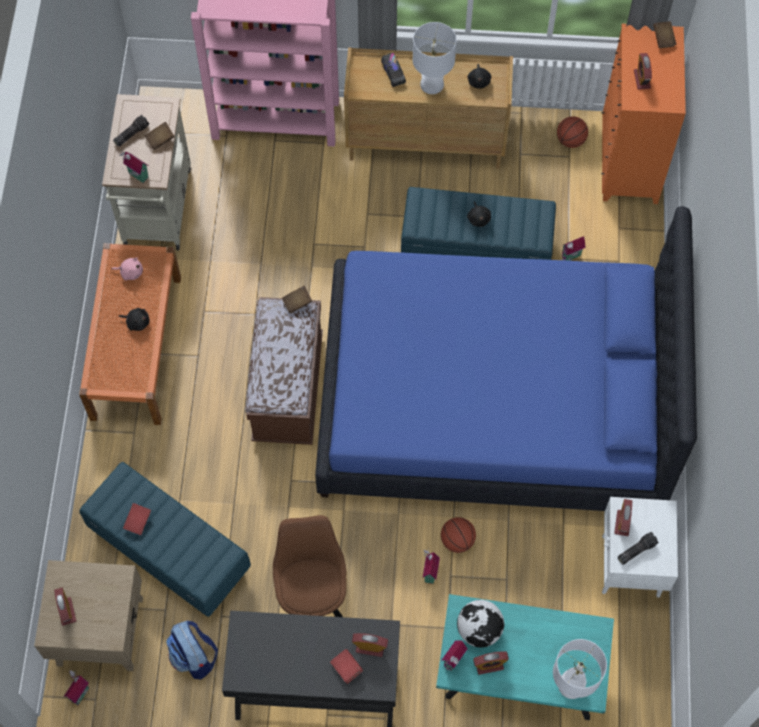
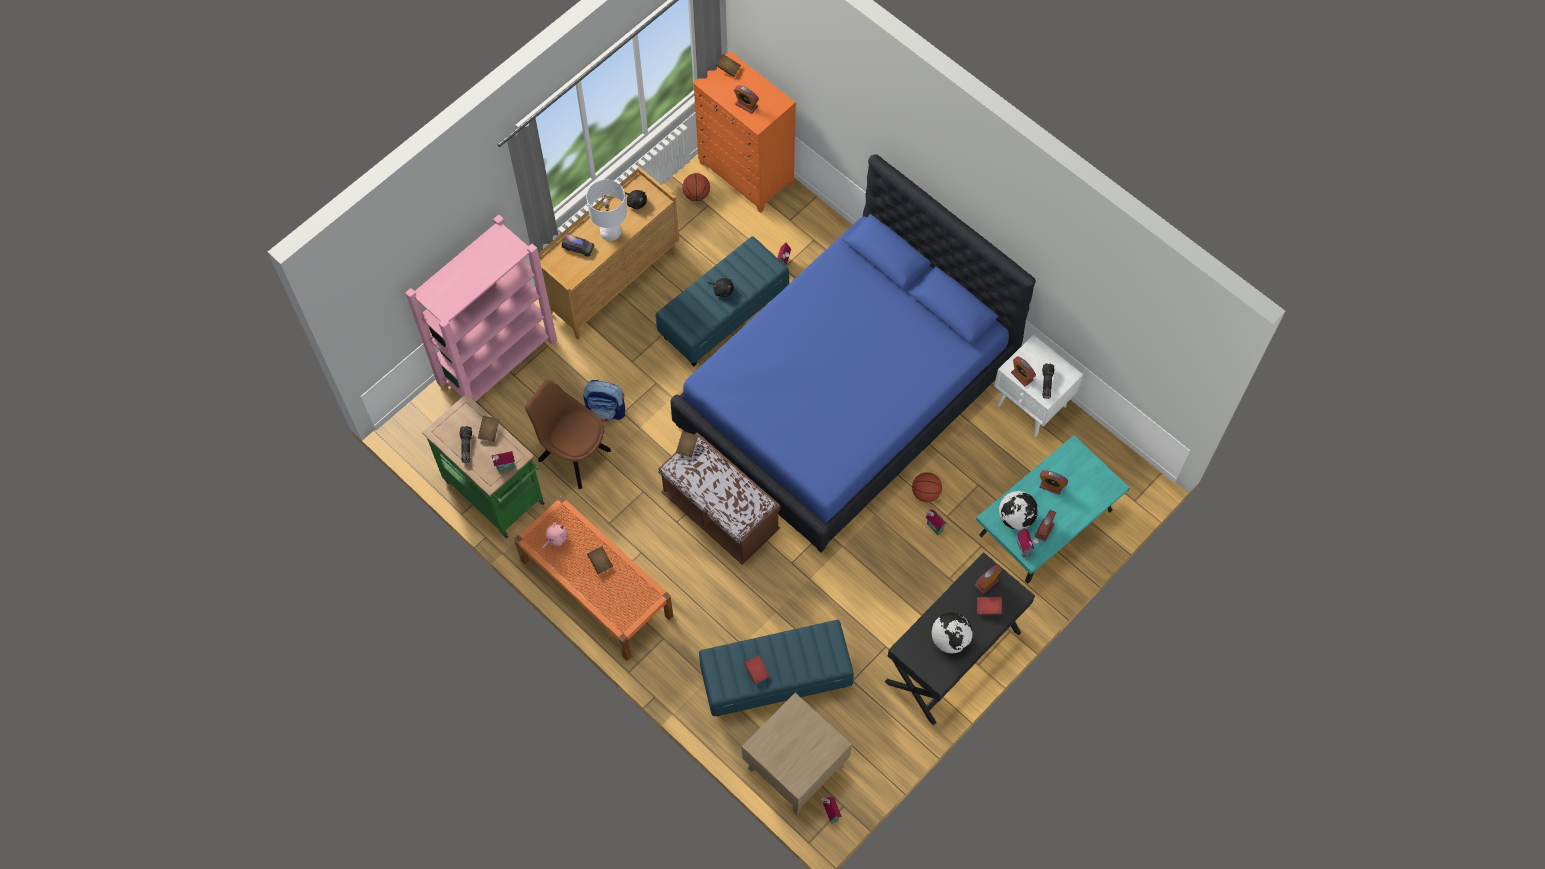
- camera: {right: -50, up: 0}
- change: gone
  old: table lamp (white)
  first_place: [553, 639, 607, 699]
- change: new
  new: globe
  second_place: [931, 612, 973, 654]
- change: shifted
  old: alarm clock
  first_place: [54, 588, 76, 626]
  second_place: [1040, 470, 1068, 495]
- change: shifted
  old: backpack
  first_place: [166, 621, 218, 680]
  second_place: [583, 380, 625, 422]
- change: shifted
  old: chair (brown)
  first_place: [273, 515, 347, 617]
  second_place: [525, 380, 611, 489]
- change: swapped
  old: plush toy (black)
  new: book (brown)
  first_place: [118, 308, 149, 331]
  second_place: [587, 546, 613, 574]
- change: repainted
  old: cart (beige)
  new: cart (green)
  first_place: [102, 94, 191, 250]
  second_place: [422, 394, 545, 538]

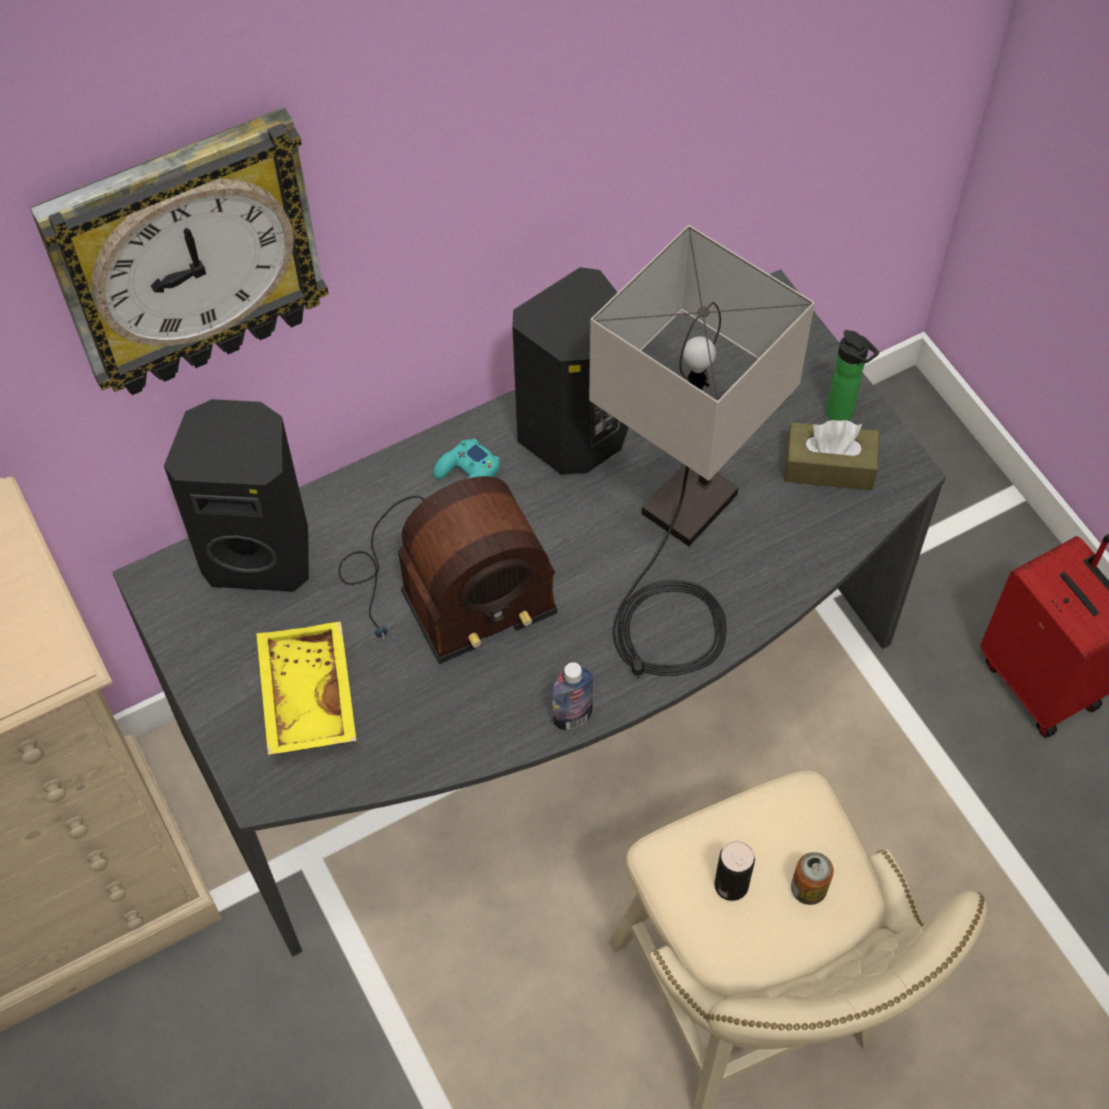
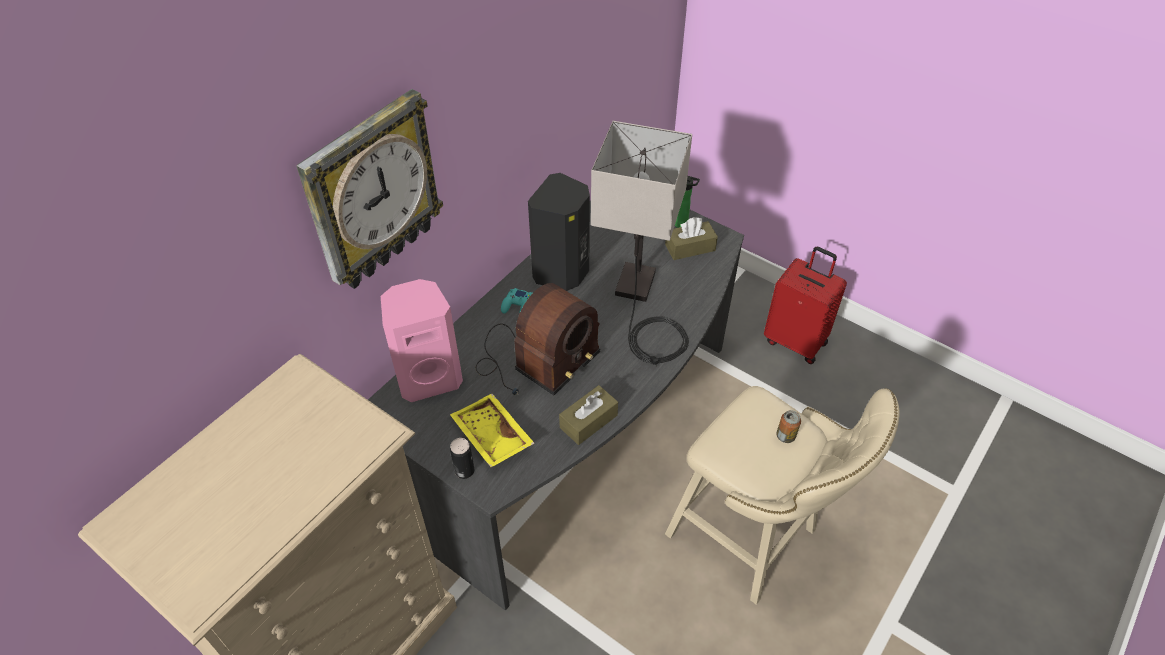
- camera: {right: -25, up: -10}
- change: gone
  old: bottle
  first_place: [552, 662, 594, 730]
- change: new
  new: tissue box (brown)
  second_place: [559, 385, 618, 445]
- change: shifted
  old: can
  first_place: [714, 840, 755, 901]
  second_place: [450, 438, 475, 479]
- change: repainted
  old: speaker (black)
  new: speaker (pink)
  first_place: [164, 399, 309, 592]
  second_place: [381, 279, 463, 402]

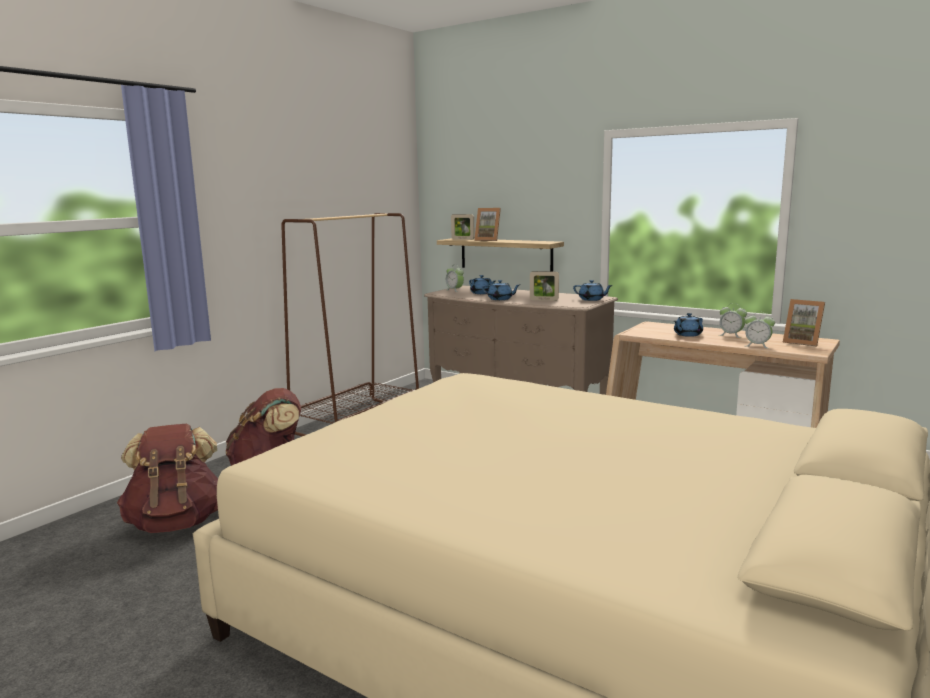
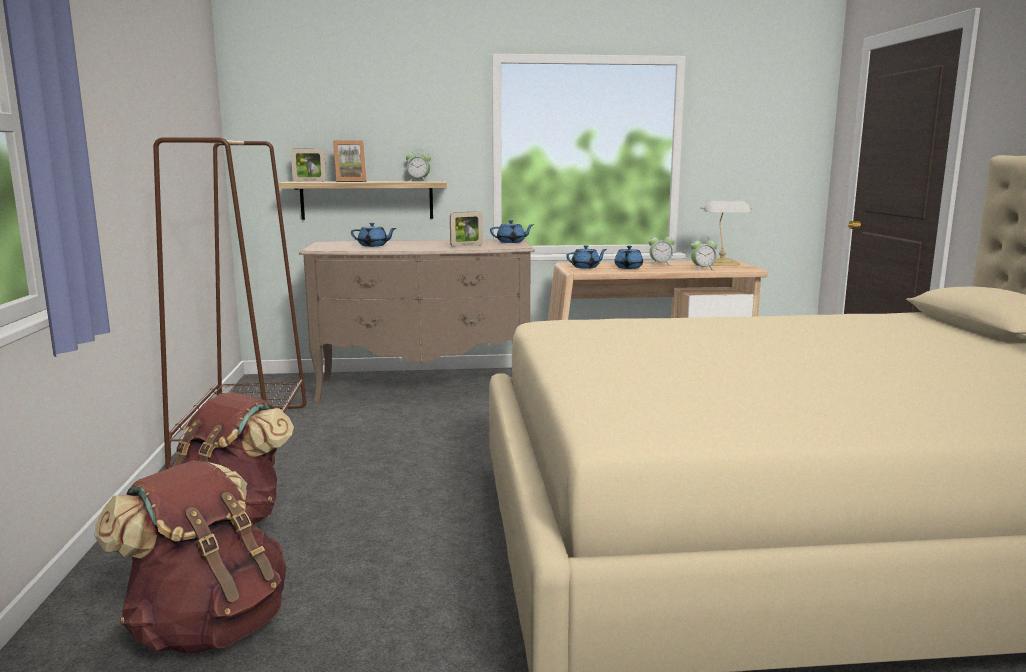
- camera: {right: -40, up: 0}
- change: shifted
  old: alarm clock
  first_place: [446, 264, 464, 292]
  second_place: [406, 149, 431, 181]
- change: shifted
  old: teapot (blue)
  first_place: [482, 280, 519, 300]
  second_place: [566, 245, 607, 269]
- change: swapped
  old: picture frame
  new: table lamp
  first_place: [783, 299, 825, 347]
  second_place: [700, 201, 752, 266]

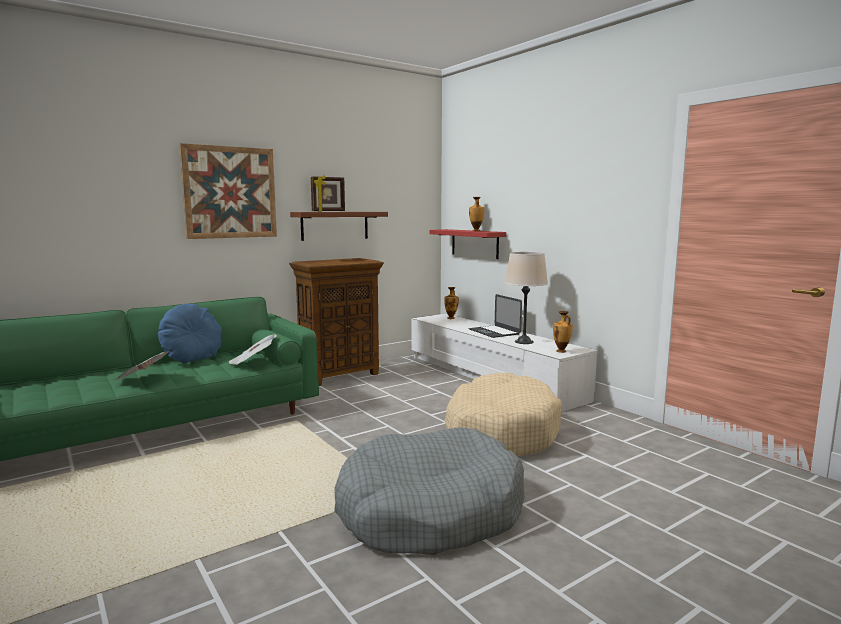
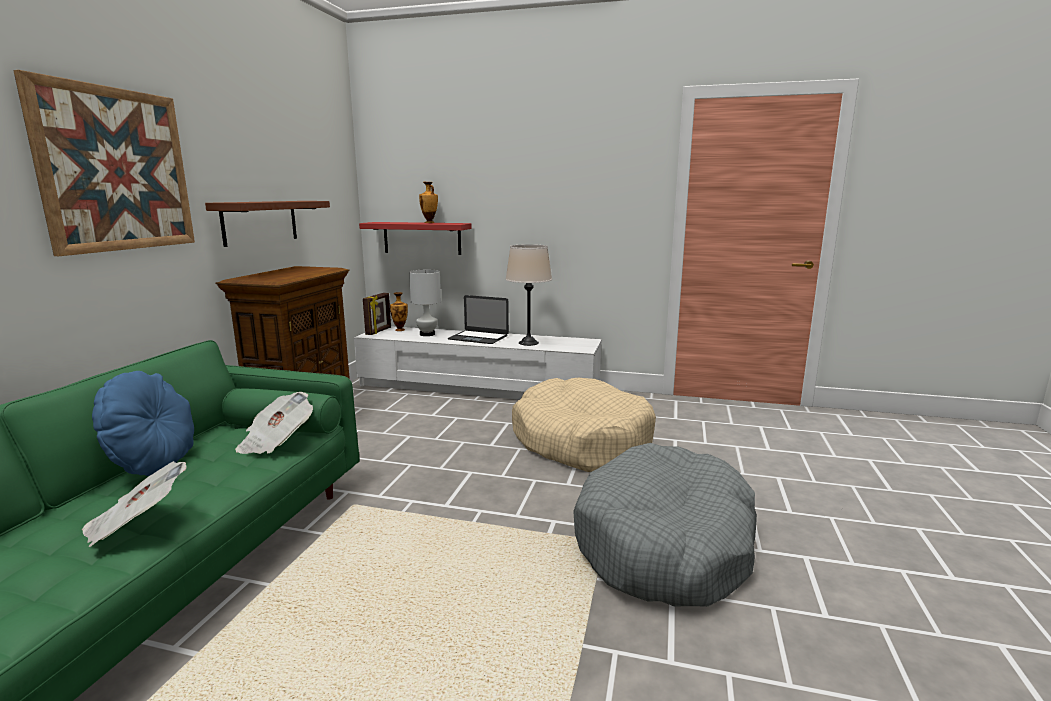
- camera: {right: -40, up: 5}
- change: gone
  old: vase
  first_place: [553, 311, 573, 353]
- change: new
  new: table lamp (white)
  second_place: [409, 270, 441, 336]
- change: shifted
  old: picture frame
  first_place: [311, 175, 345, 212]
  second_place: [363, 293, 391, 335]

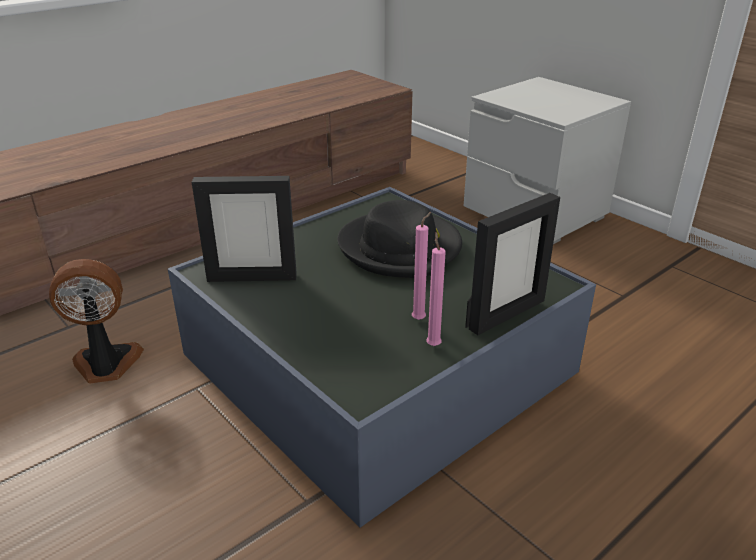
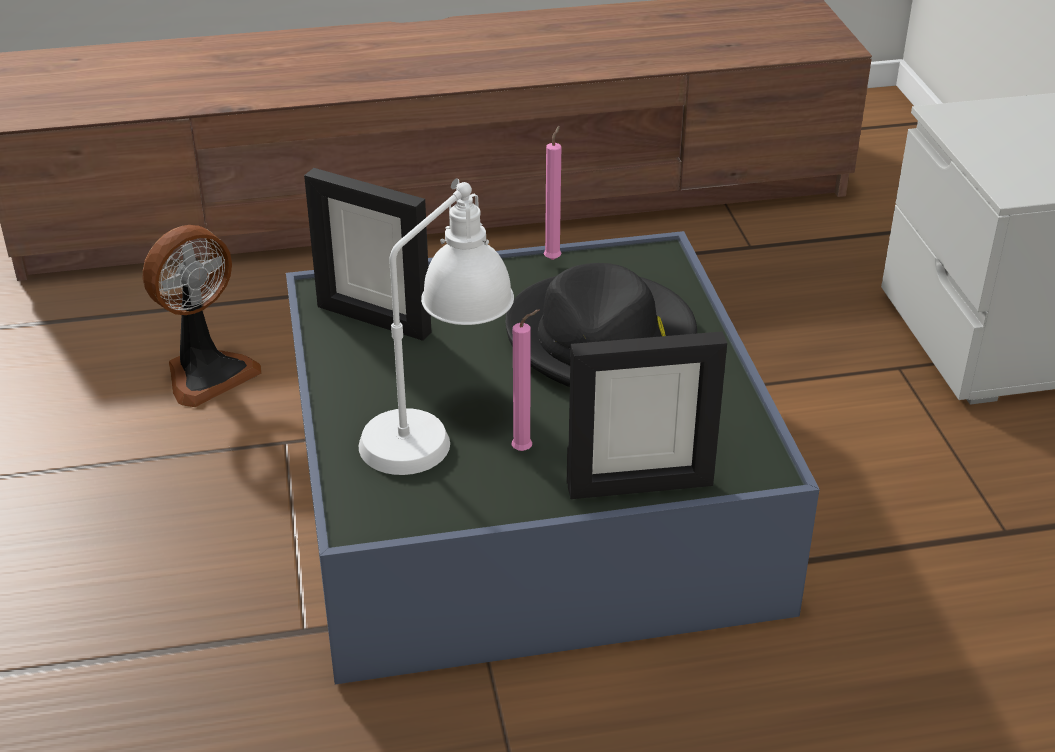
- camera: {right: 30, up: 5}
- change: new
  new: table lamp (white)
  second_place: [359, 178, 514, 475]
- change: shifted
  old: candle (pink)
  first_place: [426, 232, 446, 346]
  second_place: [544, 126, 561, 260]
- change: rotated
  old: fan
  first_place: [49, 259, 144, 383]
  second_place: [142, 225, 262, 407]
  degrees: 120

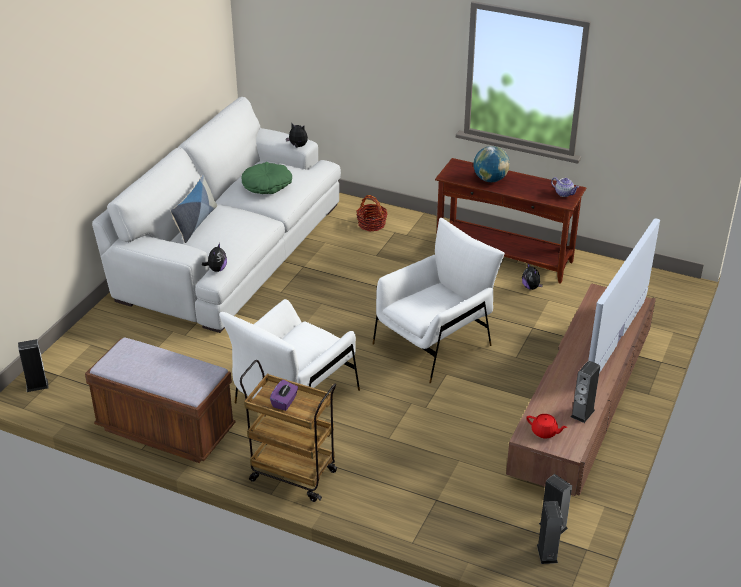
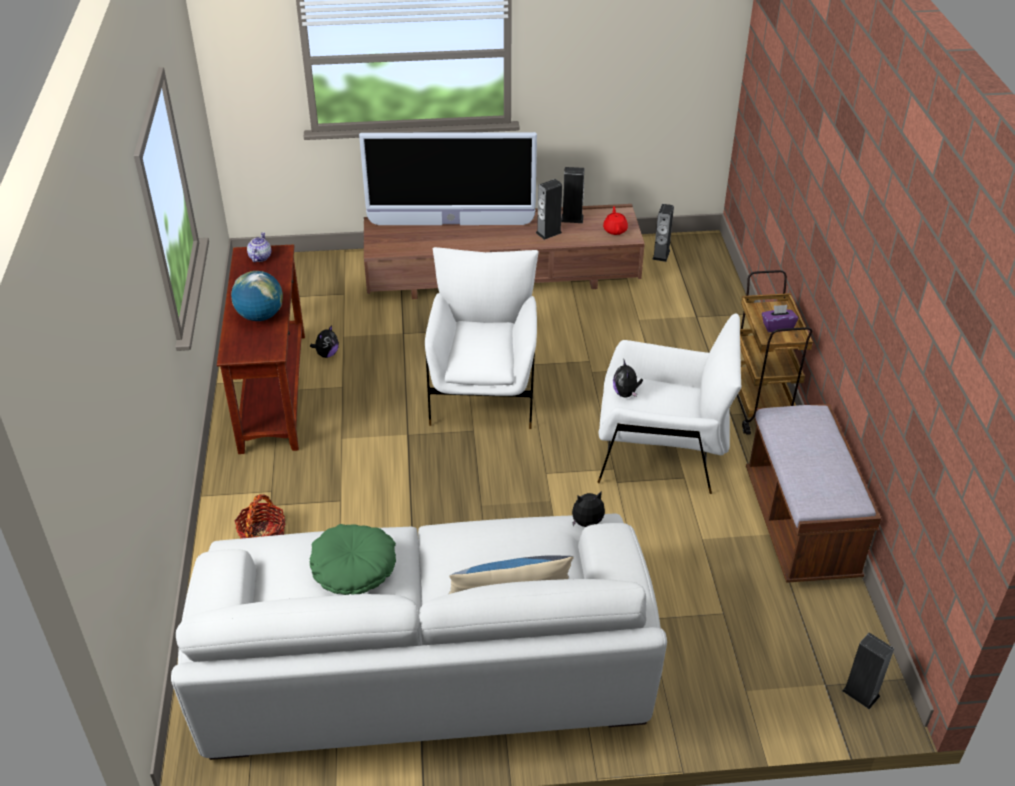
- camera: {right: -120, up: 5}
- change: shifted
  old: plush toy
  first_place: [286, 124, 308, 148]
  second_place: [613, 358, 643, 398]
- change: shifted
  old: speaker
  first_place: [537, 501, 563, 564]
  second_place: [536, 179, 562, 240]
- change: rotated
  old: armchair (white)
  first_place: [373, 218, 505, 383]
  second_place: [425, 247, 539, 429]
  degrees: 75

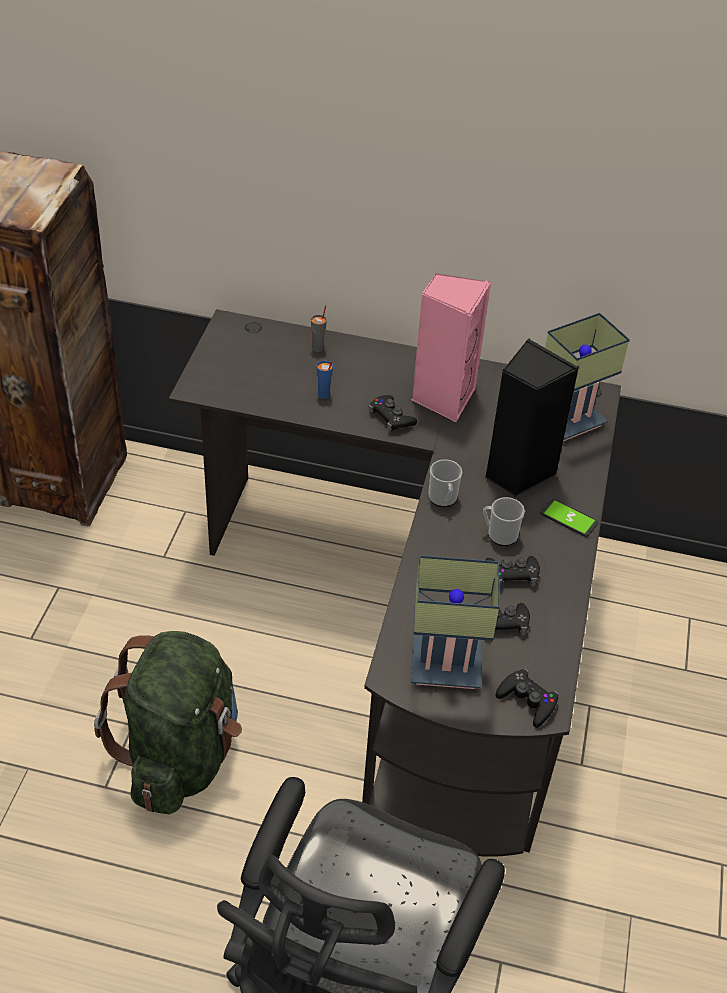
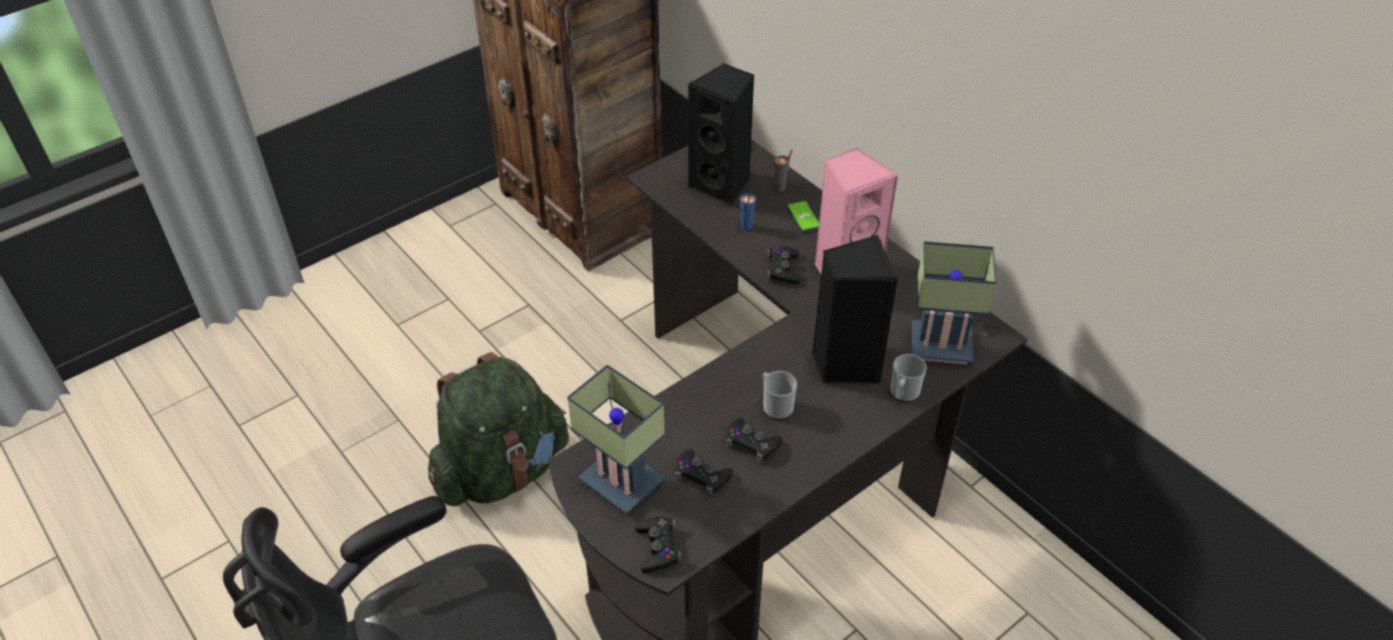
- camera: {right: 40, up: 0}
- change: new
  new: speaker (black)
  second_place: [688, 63, 754, 206]
- change: shifted
  old: mug
  first_place: [428, 459, 462, 507]
  second_place: [890, 354, 927, 402]
- change: shifted
  old: phone
  first_place: [540, 499, 598, 537]
  second_place: [785, 199, 819, 233]

